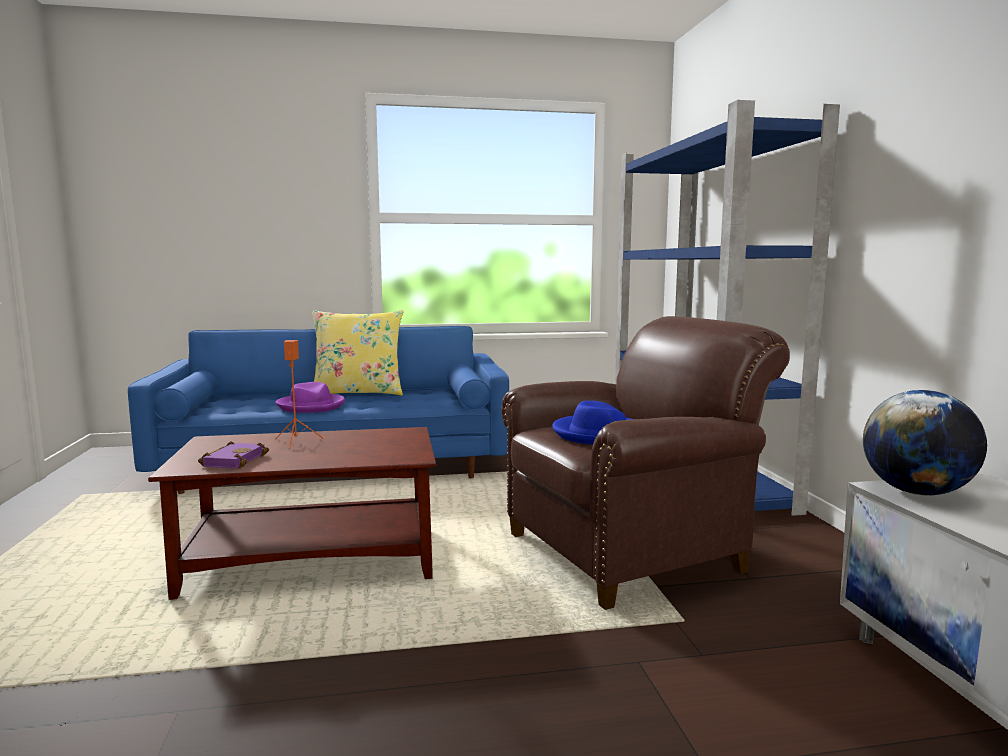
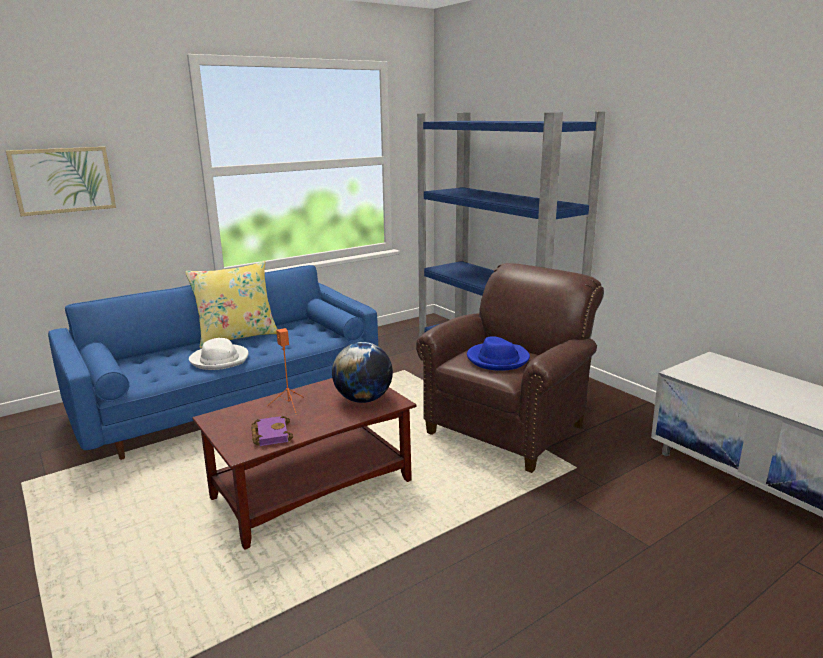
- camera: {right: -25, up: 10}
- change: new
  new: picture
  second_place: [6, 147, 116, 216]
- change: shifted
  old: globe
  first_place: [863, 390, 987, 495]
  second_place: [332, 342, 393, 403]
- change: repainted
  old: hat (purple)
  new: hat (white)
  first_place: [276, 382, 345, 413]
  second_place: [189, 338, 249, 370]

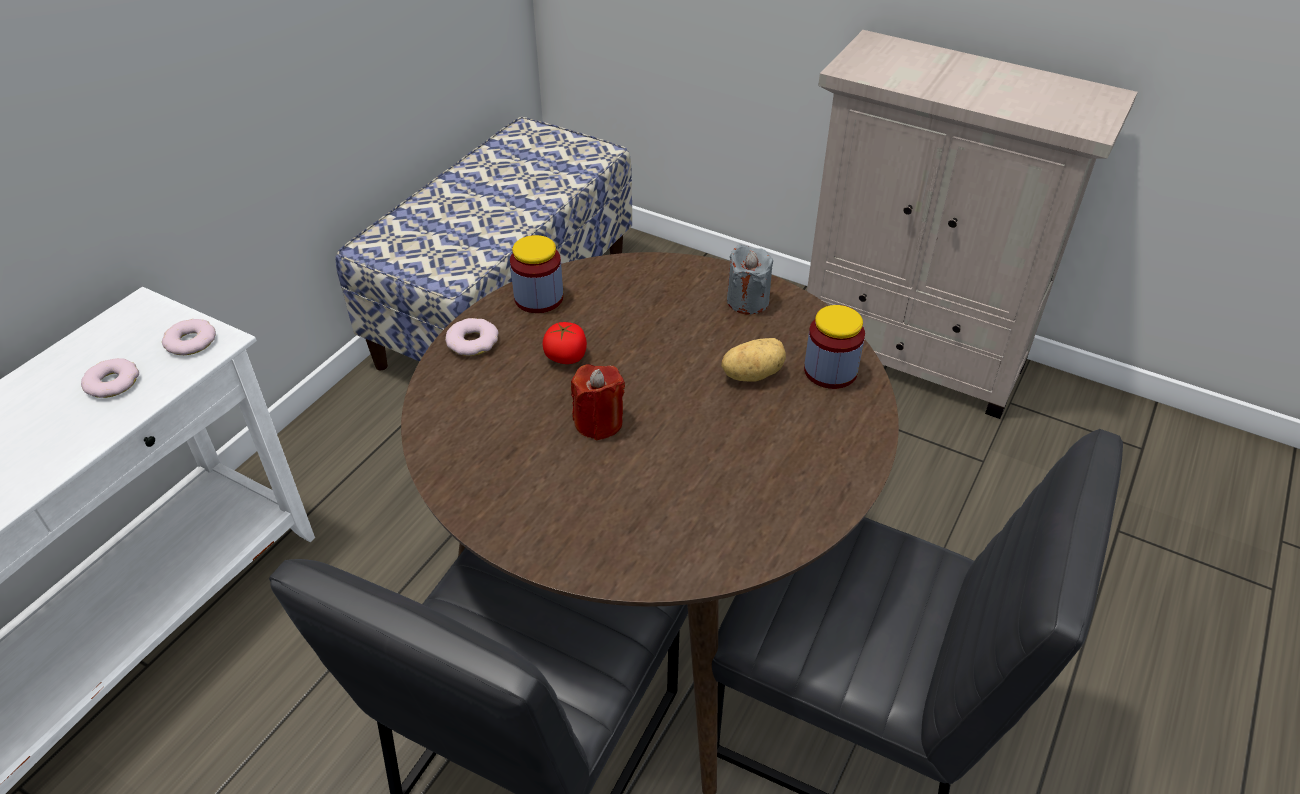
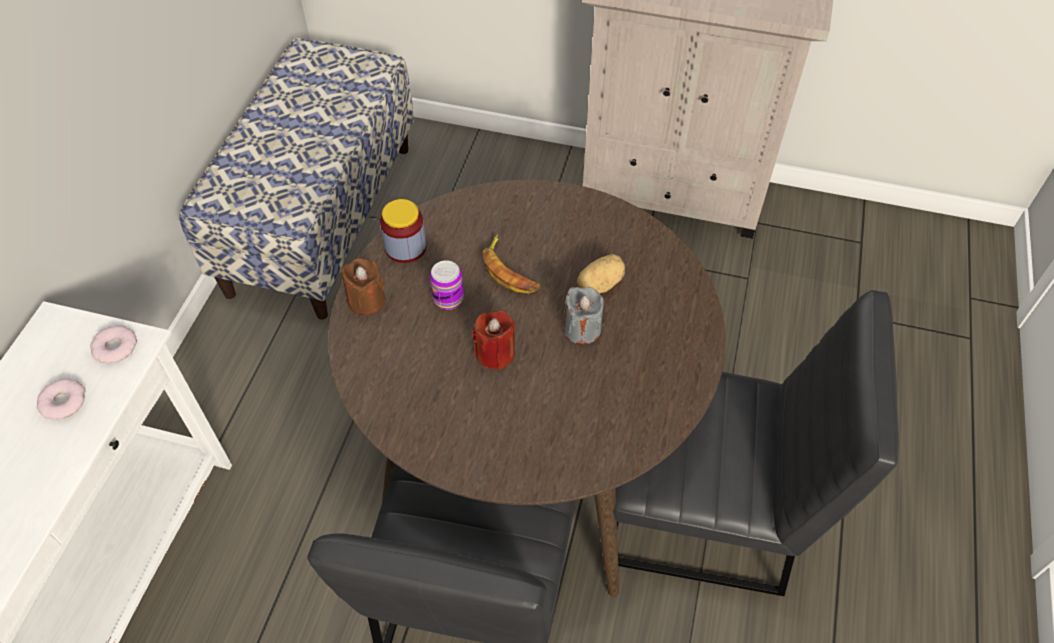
- camera: {right: -15, up: 10}
- change: gone
  old: jar
  first_place: [804, 305, 865, 389]
- change: new
  new: banana
  second_place: [483, 234, 540, 294]
- change: shifted
  old: candle (grey)
  first_place: [727, 245, 773, 314]
  second_place: [563, 287, 603, 345]
- change: swapped
  old: donut
  new: candle (brown)
  first_place: [445, 318, 498, 356]
  second_place: [341, 258, 385, 315]
- change: swapped
  old: tomato
  new: can
  first_place: [542, 322, 587, 364]
  second_place: [430, 260, 464, 310]

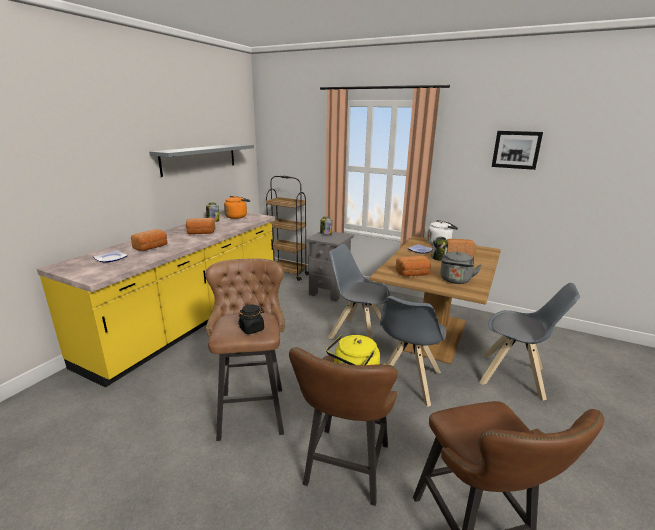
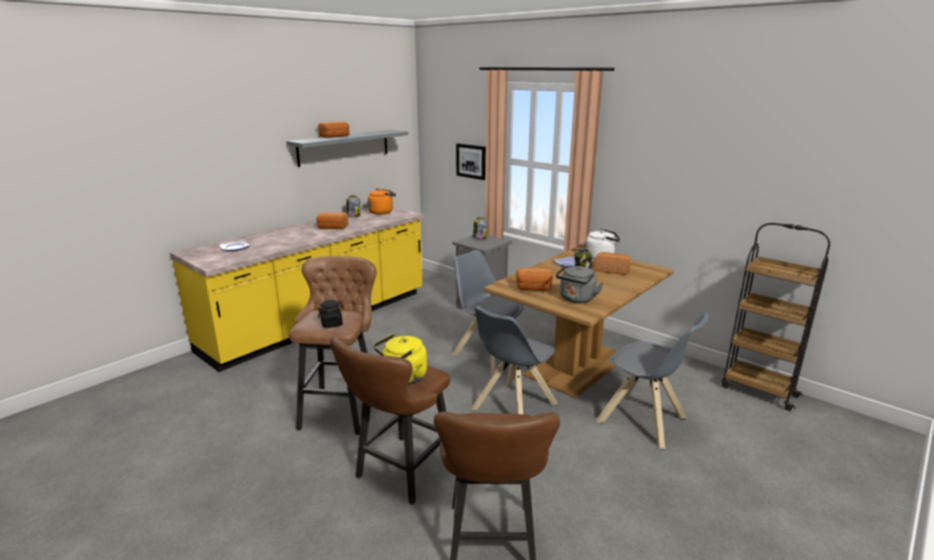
- camera: {right: 15, up: 0}
- change: shifted
  old: bread
  first_place: [131, 229, 167, 251]
  second_place: [318, 121, 349, 138]
- change: shifted
  old: cart (brown)
  first_place: [266, 176, 309, 281]
  second_place: [721, 223, 830, 411]
- change: shifted
  old: picture
  first_place: [492, 131, 543, 170]
  second_place: [456, 143, 486, 180]

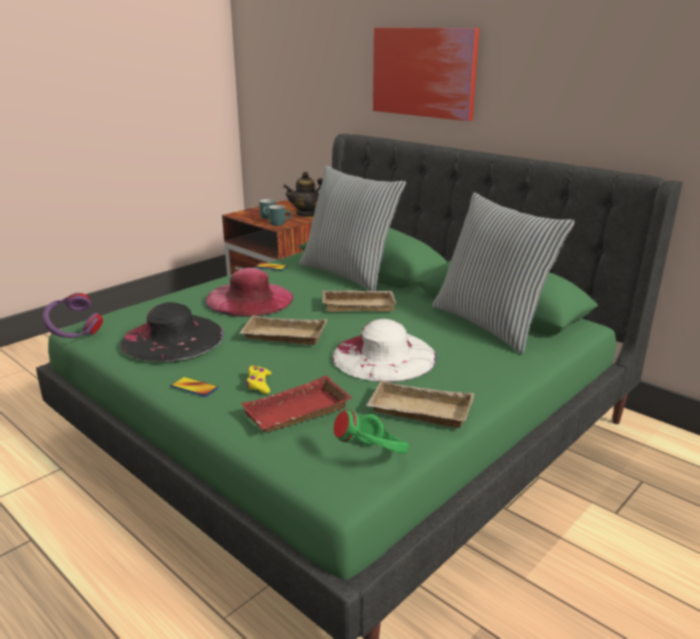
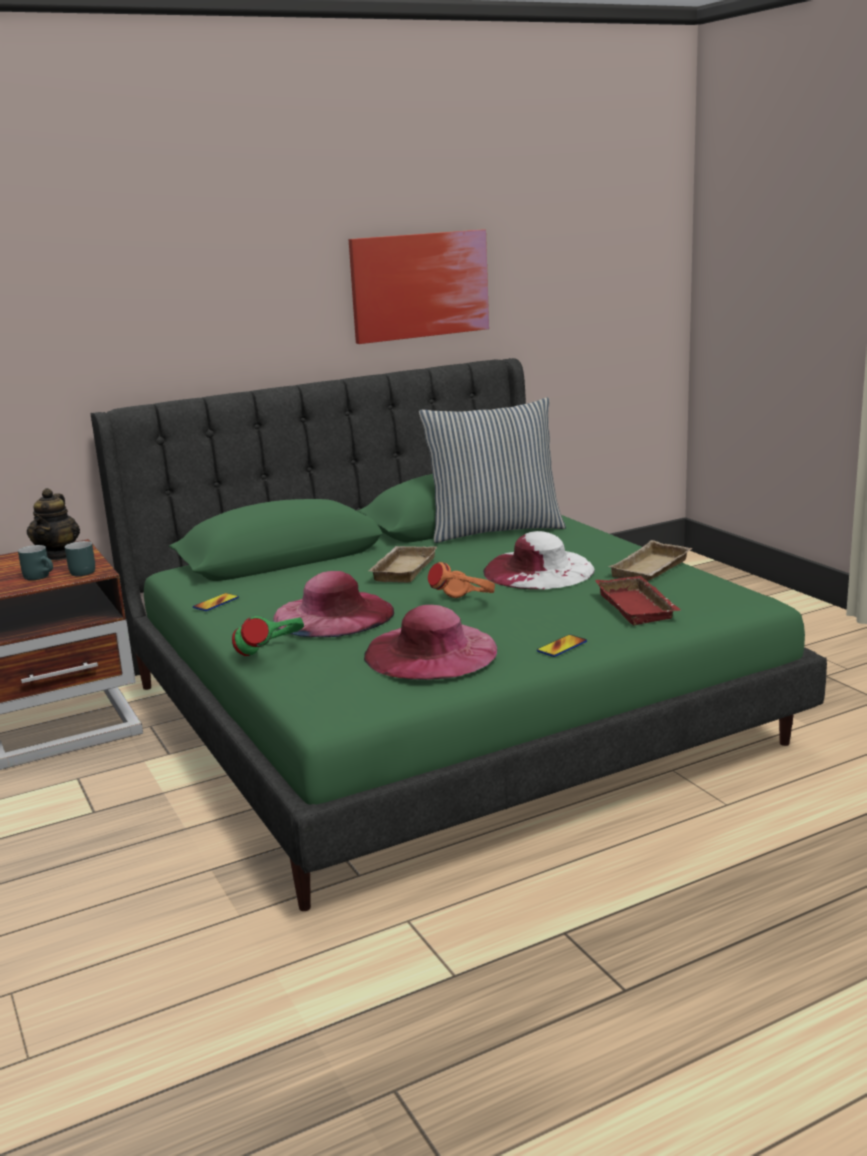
- camera: {right: -70, up: -5}
- change: gone
  old: headphones (purple)
  first_place: [42, 293, 103, 338]
- change: gone
  old: game controller (yellow)
  first_place: [246, 366, 271, 394]
- change: gone
  old: pillow
  first_place: [299, 165, 406, 291]
- change: shifted
  old: headphones (green)
  first_place: [334, 409, 409, 454]
  second_place: [232, 616, 304, 656]
- change: shifted
  old: picture
  first_place: [373, 28, 479, 121]
  second_place: [349, 229, 489, 344]
- change: swapped
  old: tray (beige)
  new: headphones (orange)
  first_place: [240, 315, 327, 345]
  second_place: [428, 562, 495, 598]
- change: repainted
  old: hat (black)
  new: hat (pink)
  first_place: [121, 302, 224, 361]
  second_place: [364, 605, 497, 680]

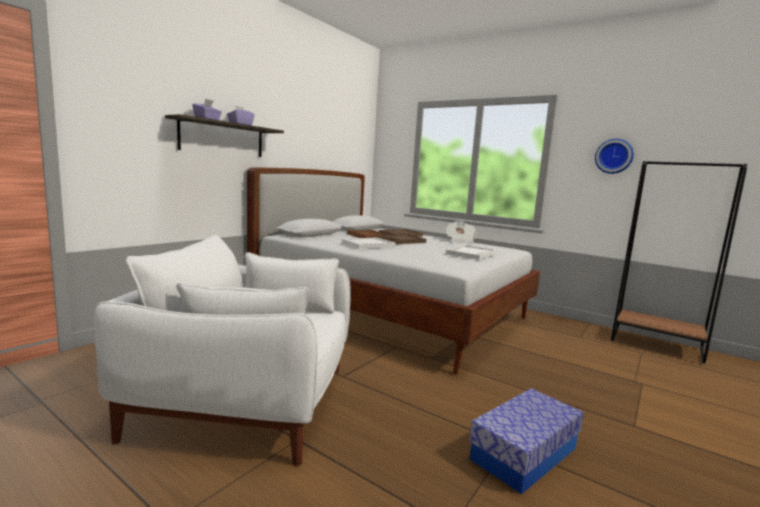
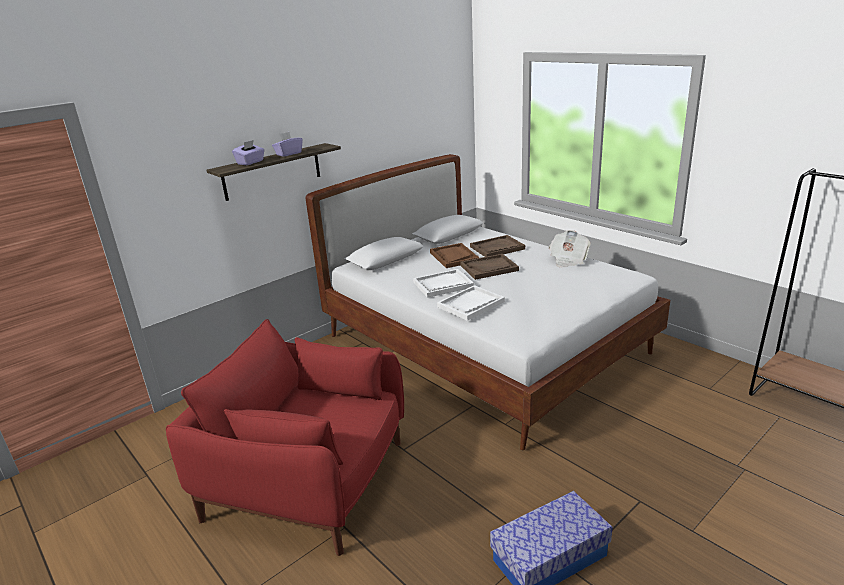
- camera: {right: 15, up: 15}
- change: gone
  old: wall clock
  first_place: [595, 139, 634, 174]
- change: shifted
  old: tray (white)
  first_place: [446, 245, 497, 260]
  second_place: [437, 285, 505, 321]
- change: repainted
  old: armchair (white)
  new: armchair (red)
  first_place: [94, 235, 351, 466]
  second_place: [166, 319, 404, 556]

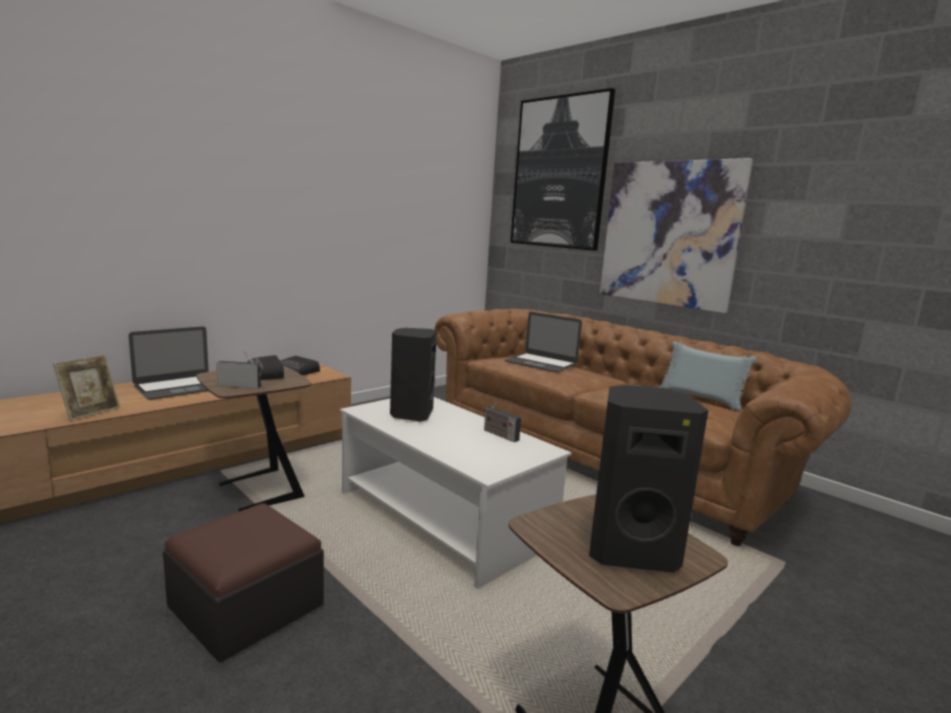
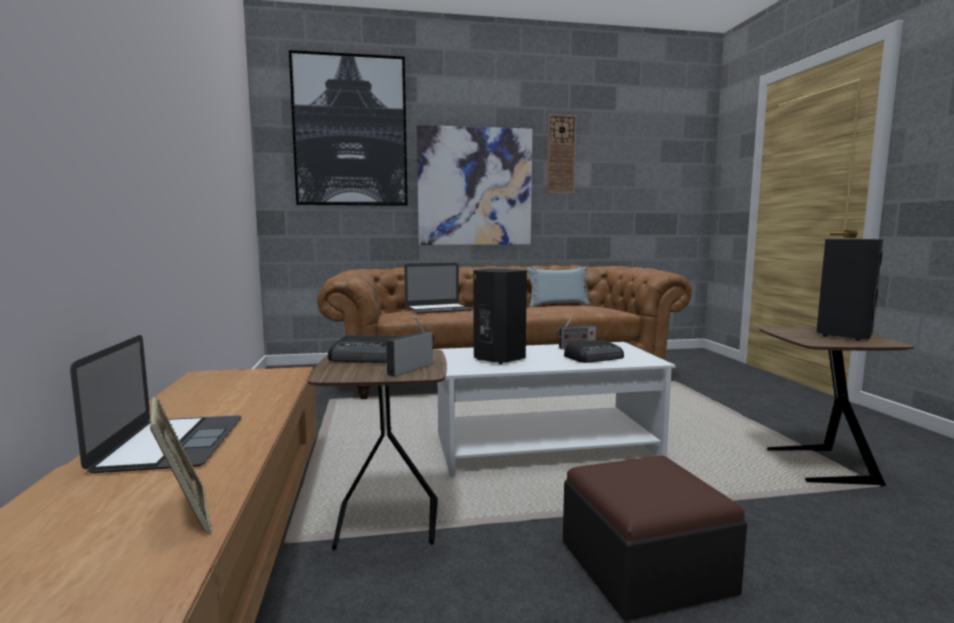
- camera: {right: -55, up: -5}
- change: new
  new: wall clock
  second_place: [547, 114, 576, 194]
- change: shifted
  old: radio
  first_place: [281, 356, 320, 375]
  second_place: [564, 340, 624, 363]

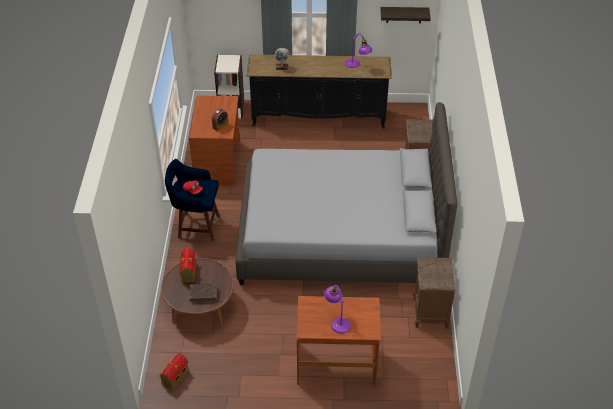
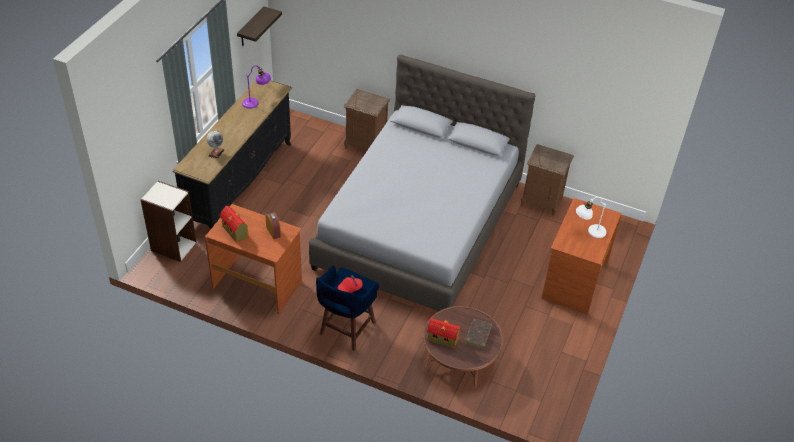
- camera: {right: -70, up: 0}
- change: shifted
  old: toy house
  first_place: [159, 353, 189, 390]
  second_place: [220, 206, 249, 243]
- change: repainted
  old: table lamp (purple)
  new: table lamp (white)
  first_place: [324, 285, 351, 334]
  second_place: [576, 197, 606, 238]

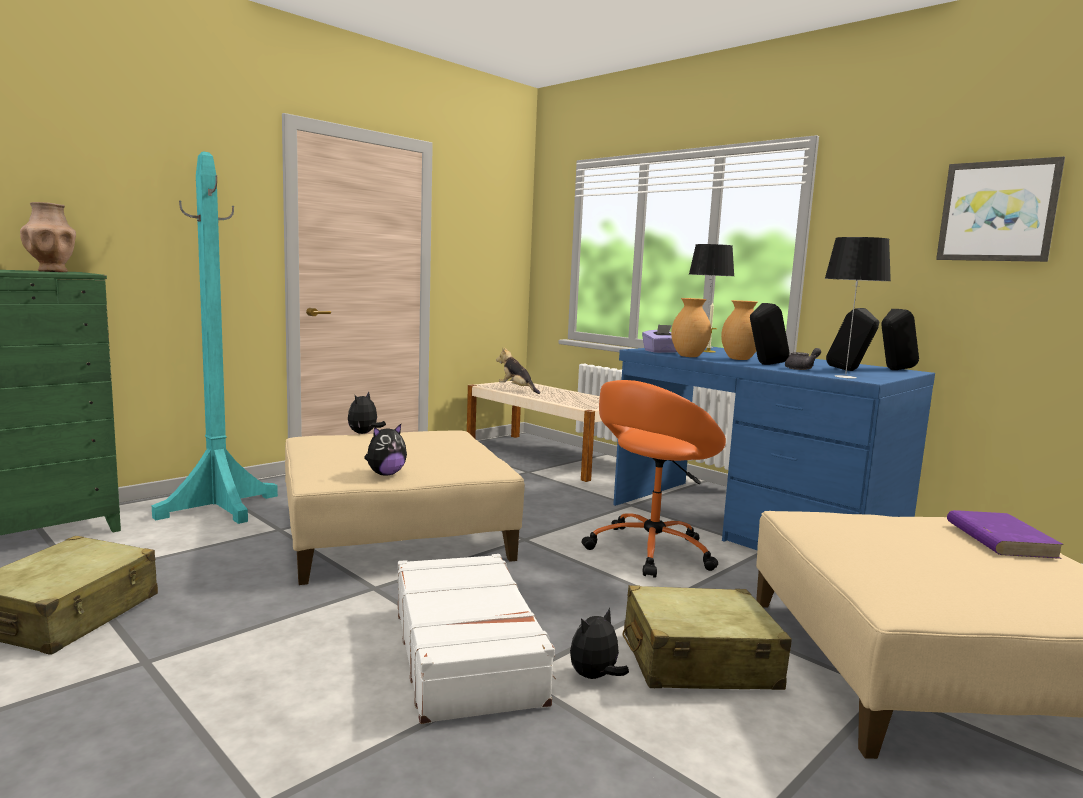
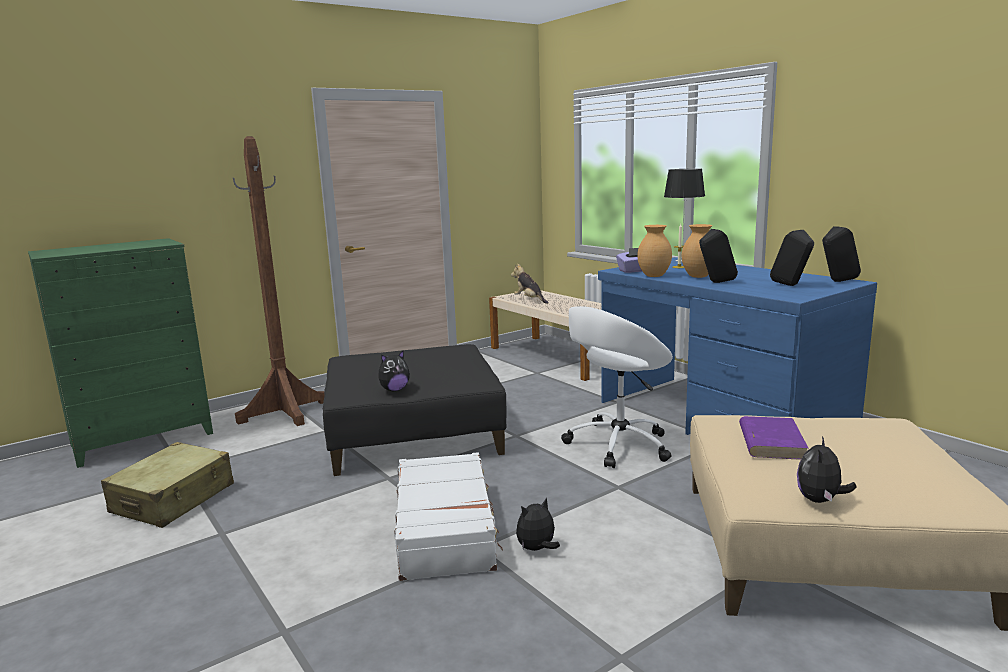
- camera: {right: 10, up: 5}
- change: gone
  old: vase (brown)
  first_place: [20, 202, 76, 272]
- change: gone
  old: suitcase (beige)
  first_place: [622, 585, 792, 690]
- change: gone
  old: teapot (grey)
  first_place: [785, 348, 821, 370]
- change: gone
  old: table lamp
  first_place: [825, 237, 891, 379]
- change: gone
  old: picture
  first_place: [936, 157, 1065, 262]
- change: shifted
  old: plush toy
  first_place: [348, 392, 386, 434]
  second_place: [797, 436, 856, 503]
- change: shifted
  old: book (purple)
  first_place: [947, 510, 1064, 559]
  second_place: [739, 416, 809, 460]
- change: repainted
  old: clothes rack (turquoise)
  new: clothes rack (brown)
  first_place: [152, 151, 278, 524]
  second_place: [233, 136, 324, 426]
- change: repainted
  old: ottoman (beige)
  new: ottoman (black)
  first_place: [285, 430, 525, 585]
  second_place: [323, 344, 507, 476]
- change: repainted
  old: office chair (orange)
  new: office chair (white)
  first_place: [581, 380, 726, 578]
  second_place: [561, 306, 673, 468]

